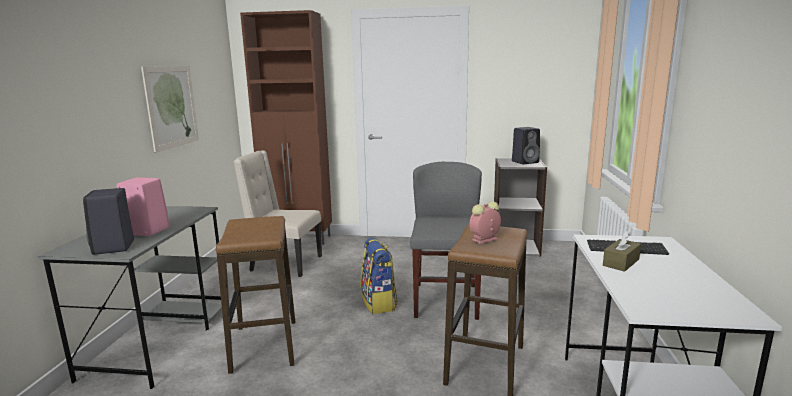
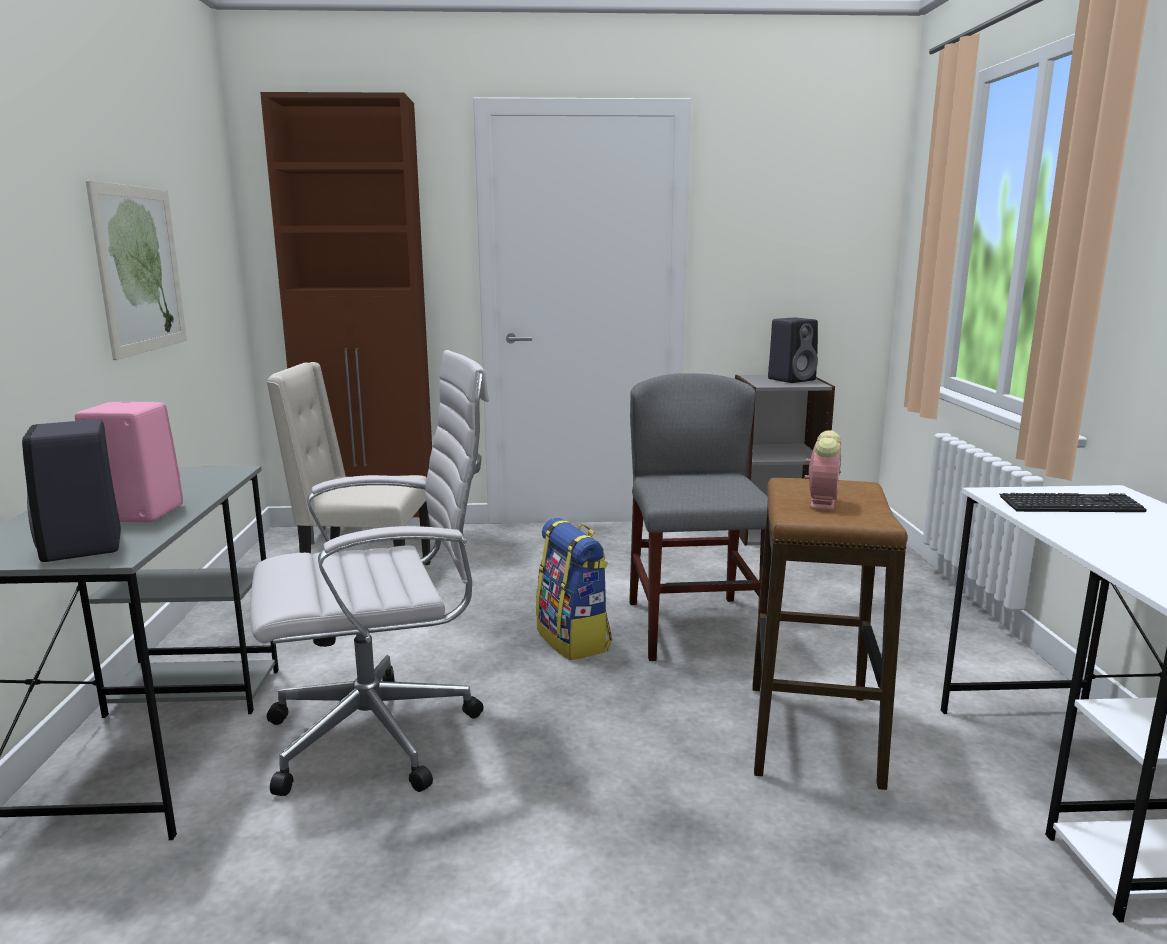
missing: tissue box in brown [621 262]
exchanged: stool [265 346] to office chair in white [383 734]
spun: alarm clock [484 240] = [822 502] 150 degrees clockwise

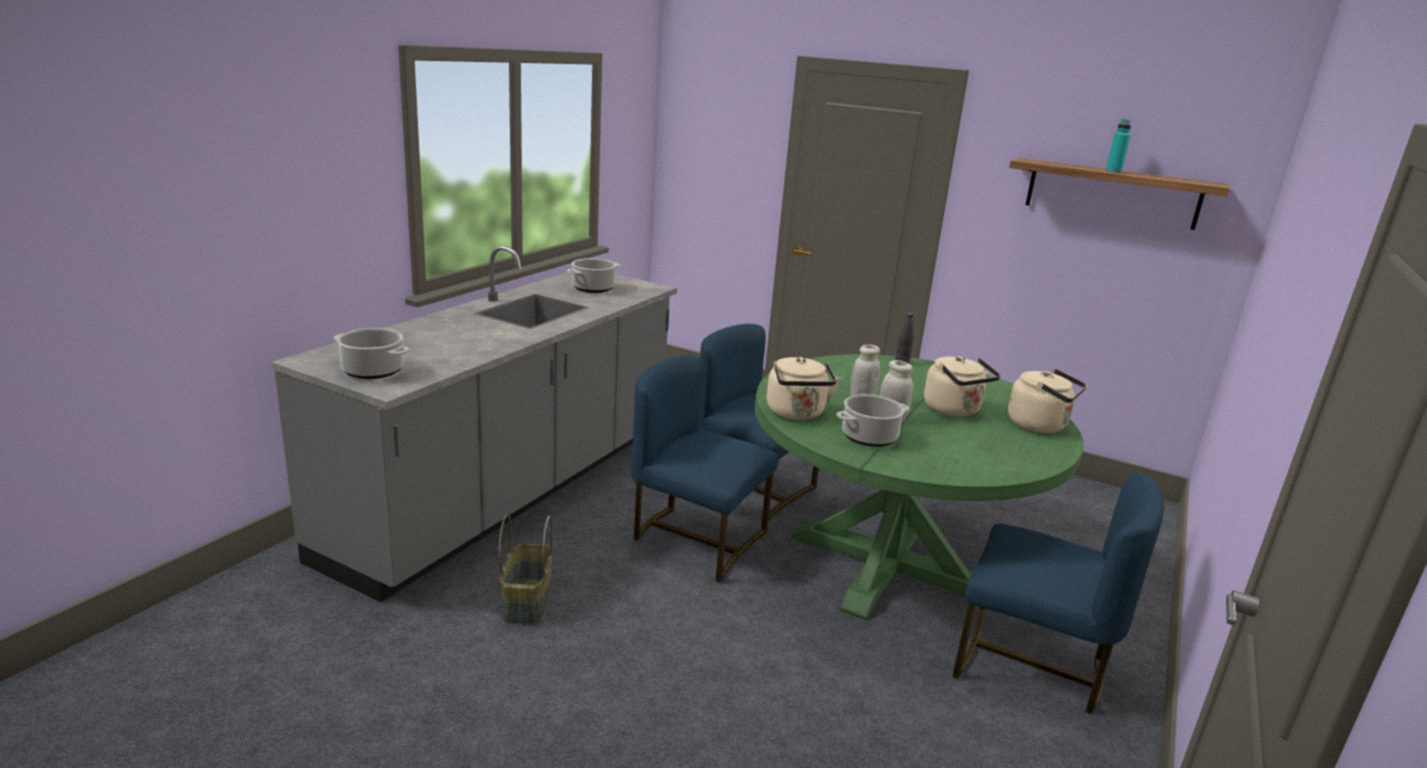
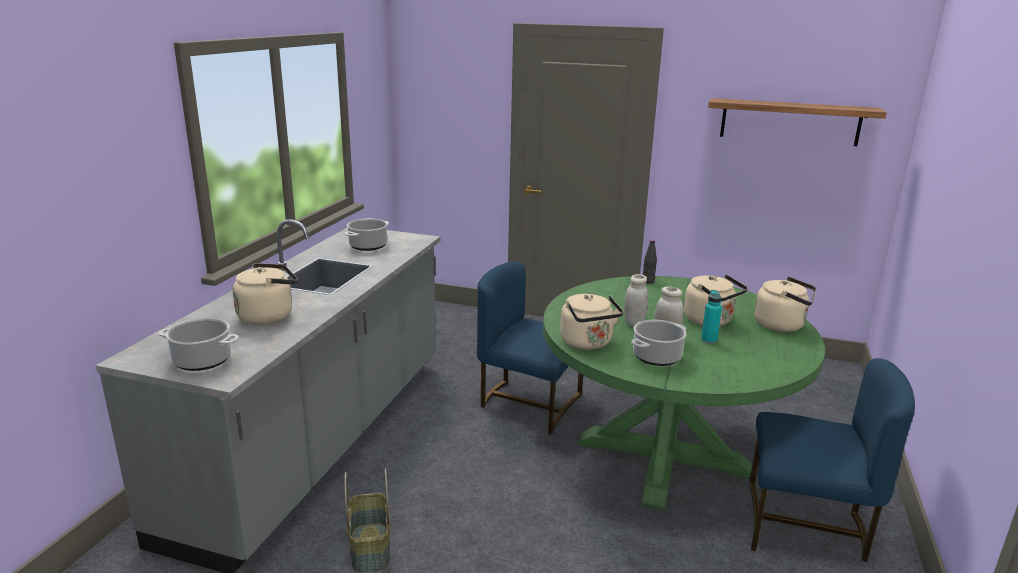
missing: chair in blue [696 539]
appeared: kettle in beige [269 316]
relocated: bottle in turquoise [1113 171] to [709 340]

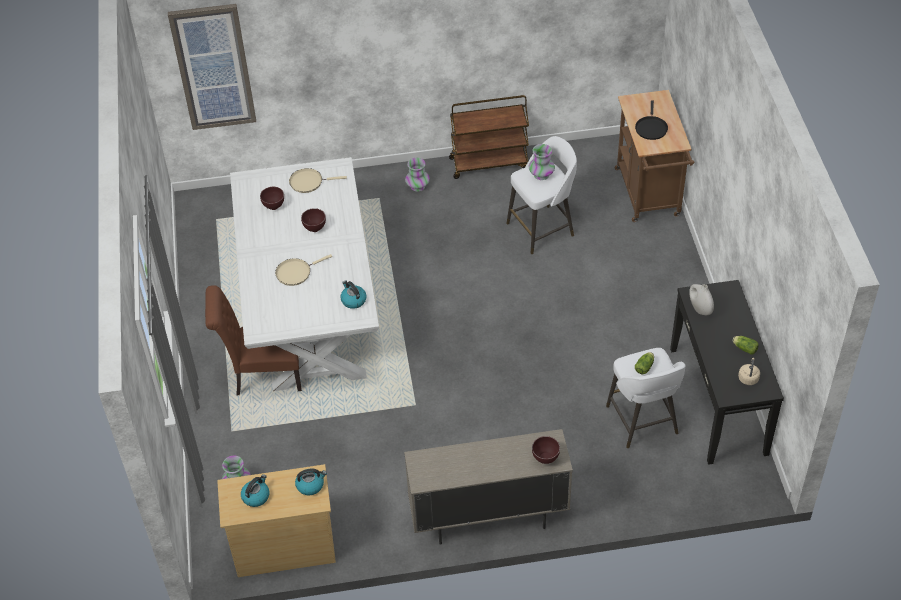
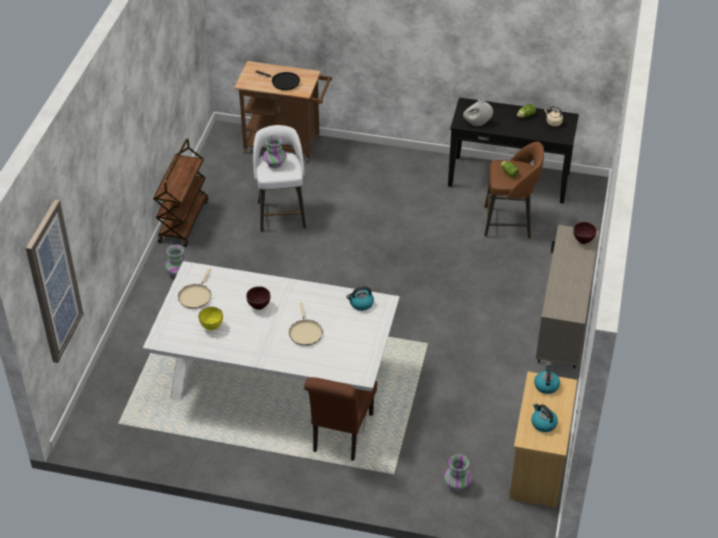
colour: bowl in brown [273 207] to bowl in yellow [212 328]; stool in white [642 421] to stool in brown [509 222]

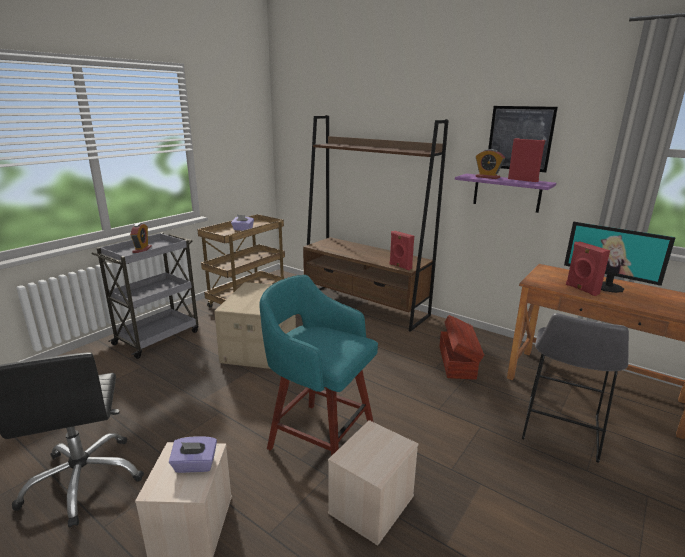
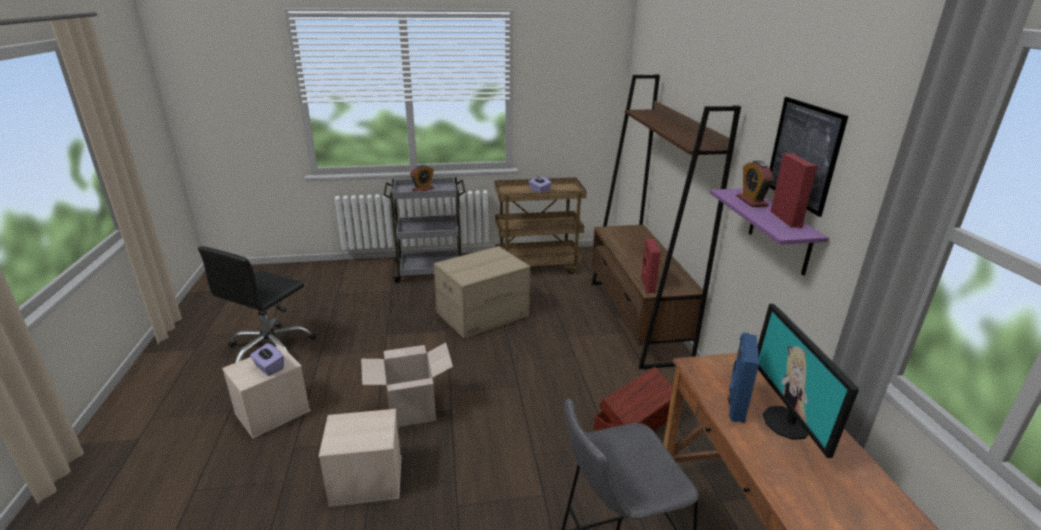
exchanged: stool in turquoise [319 437] to cardboard box [411 410]
colour: speaker in red [581 289] to speaker in blue [735 405]

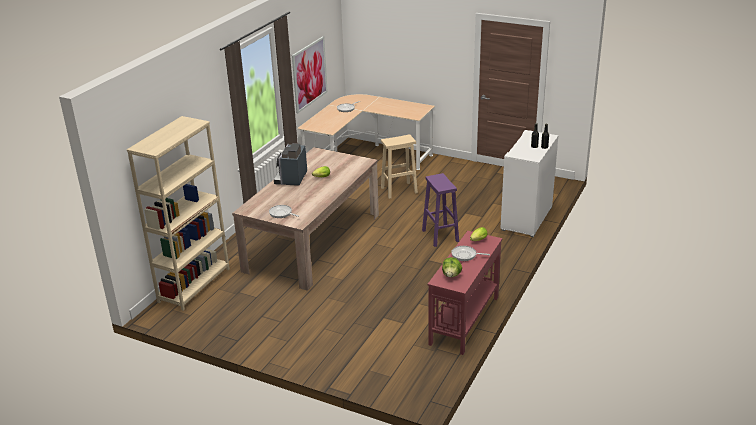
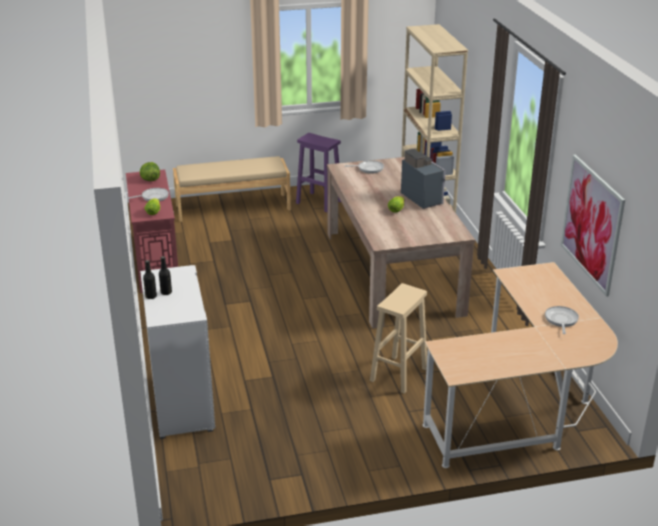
appeared: bench in beige [233 207]
relocated: stool in purple [440 236] to [318 202]

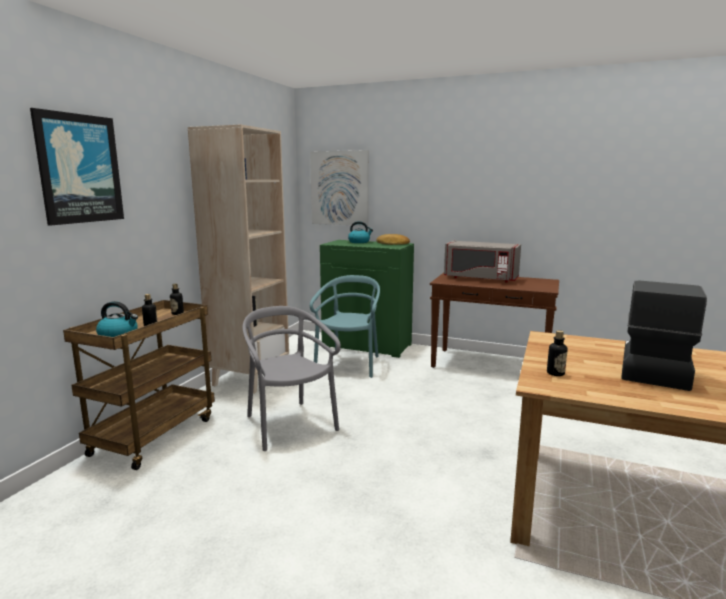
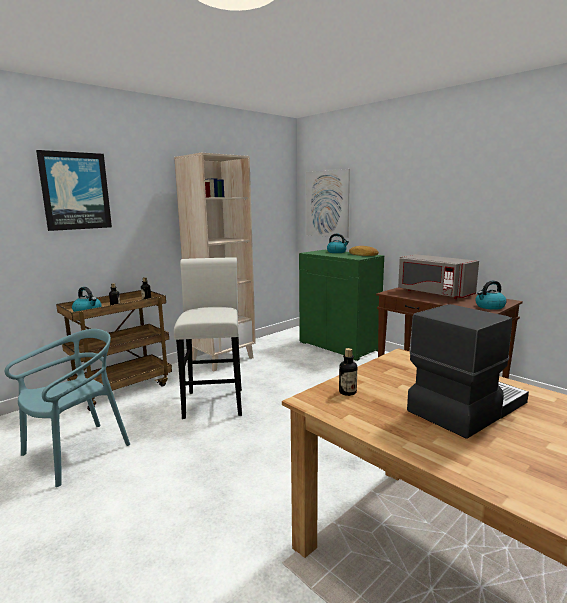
appeared: kettle [489 307]
relocated: chair in turquoise [349 365] to [76 452]
exchanged: chair in grey [289 425] to stool in white [214 400]

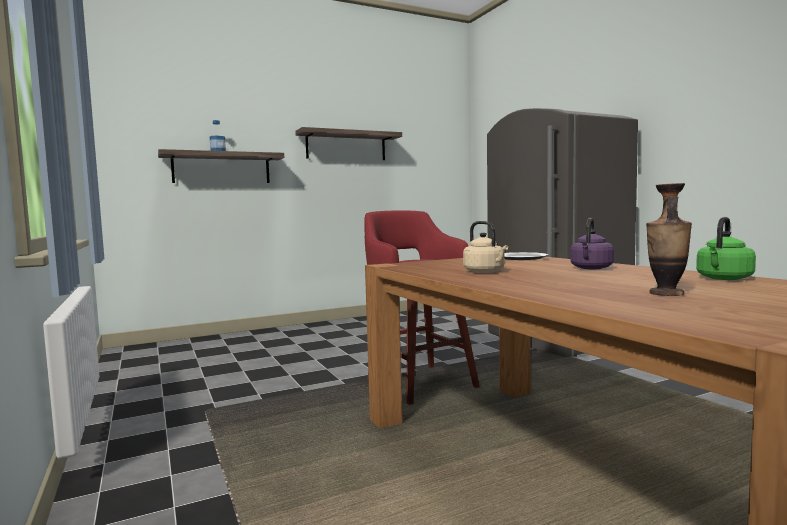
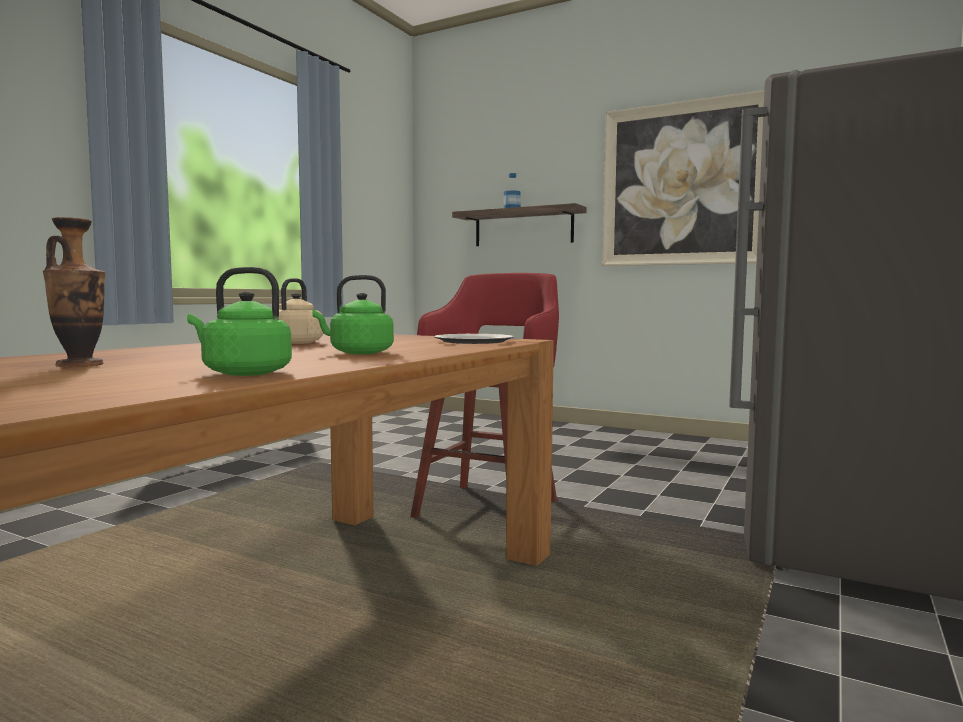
exchanged: shelf [346 146] to picture [682 184]
colour: kettle in purple [591 268] to kettle in green [358 353]

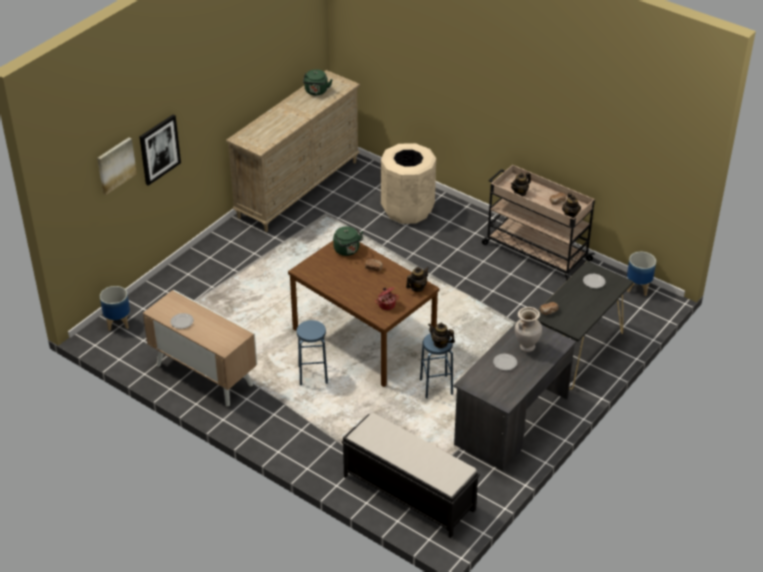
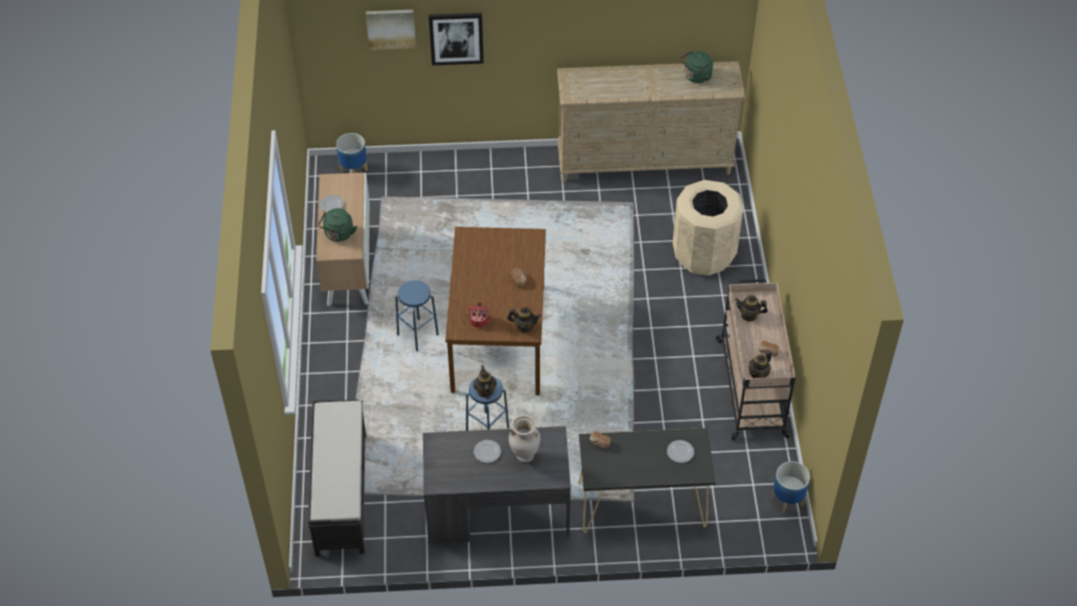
relocated: kettle in green [347 250] to [338 235]

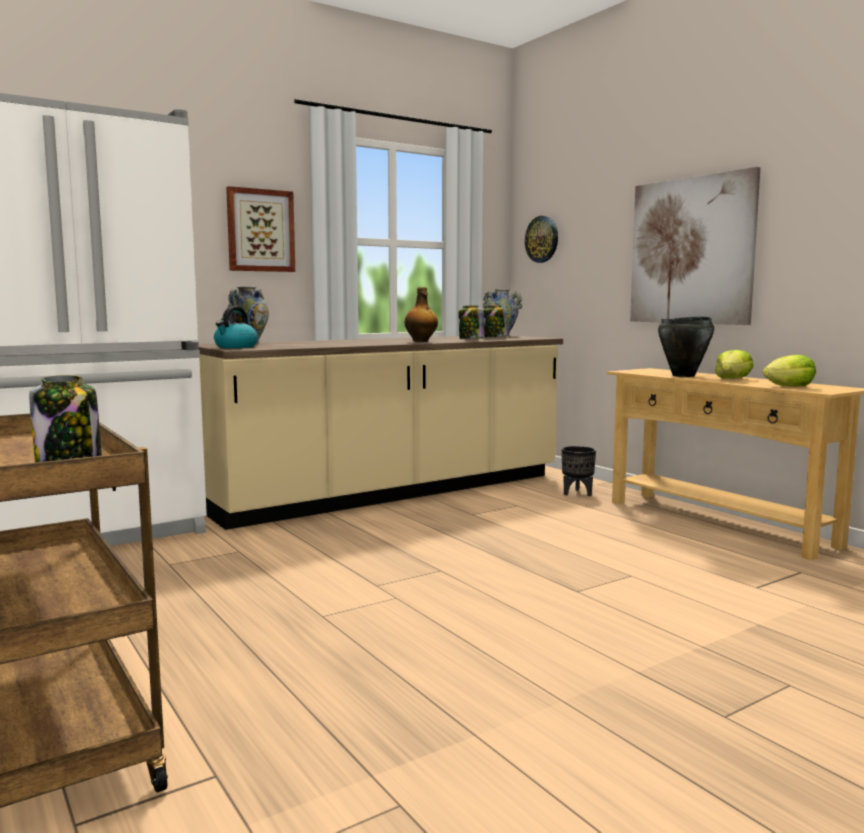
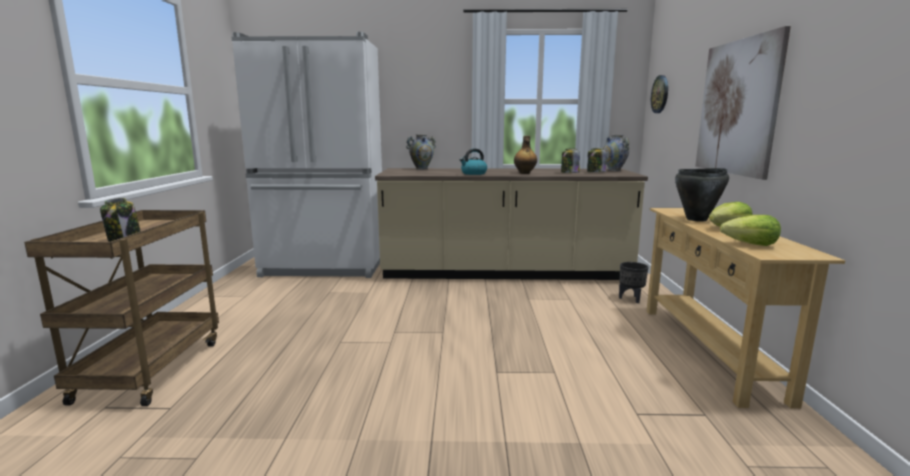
missing: picture [260 230]
relocated: kettle [235 347] to [473 173]

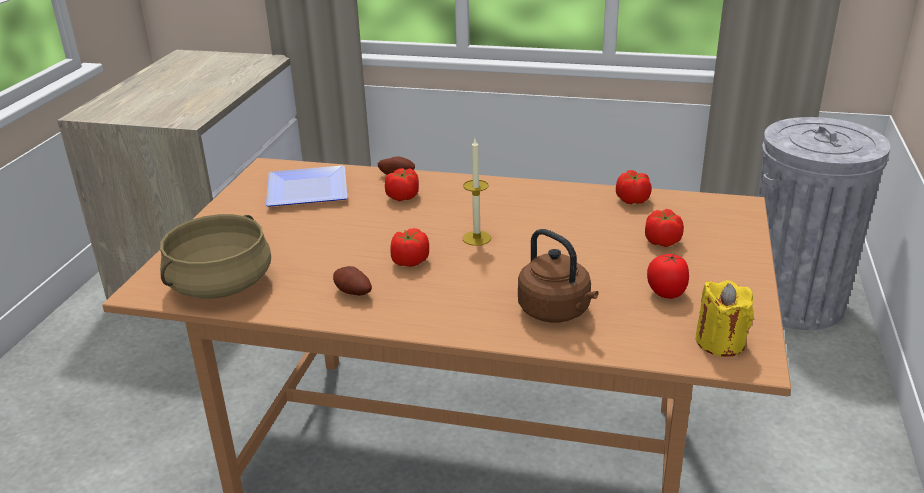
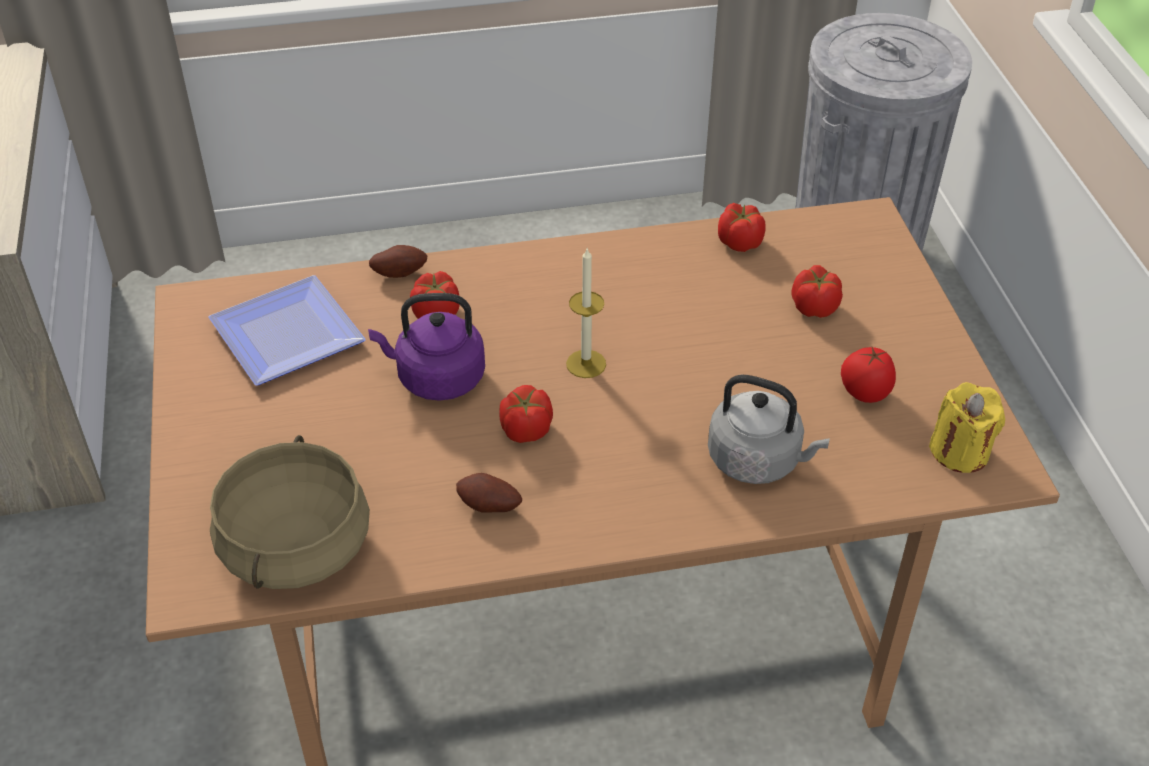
appeared: kettle in purple [436 378]
colour: kettle in brown [556 312] to kettle in grey [758 460]

